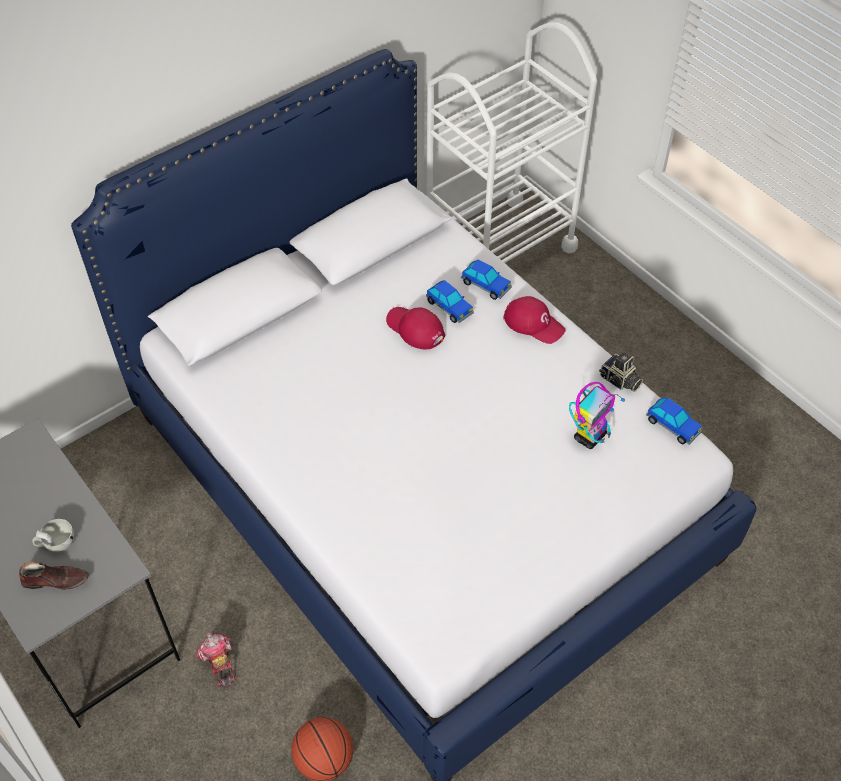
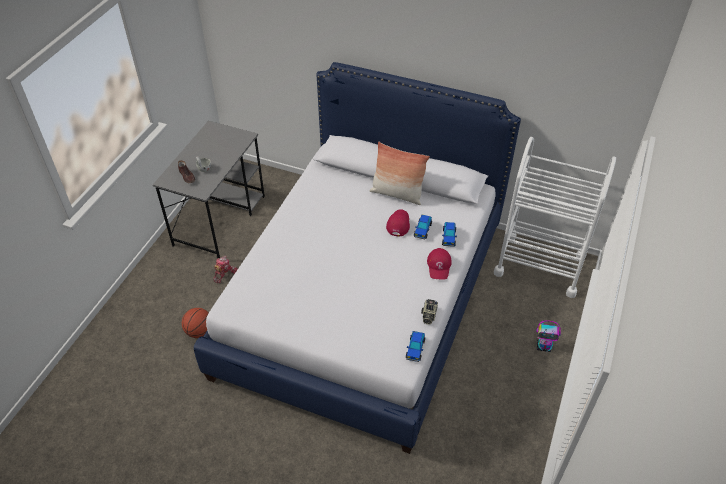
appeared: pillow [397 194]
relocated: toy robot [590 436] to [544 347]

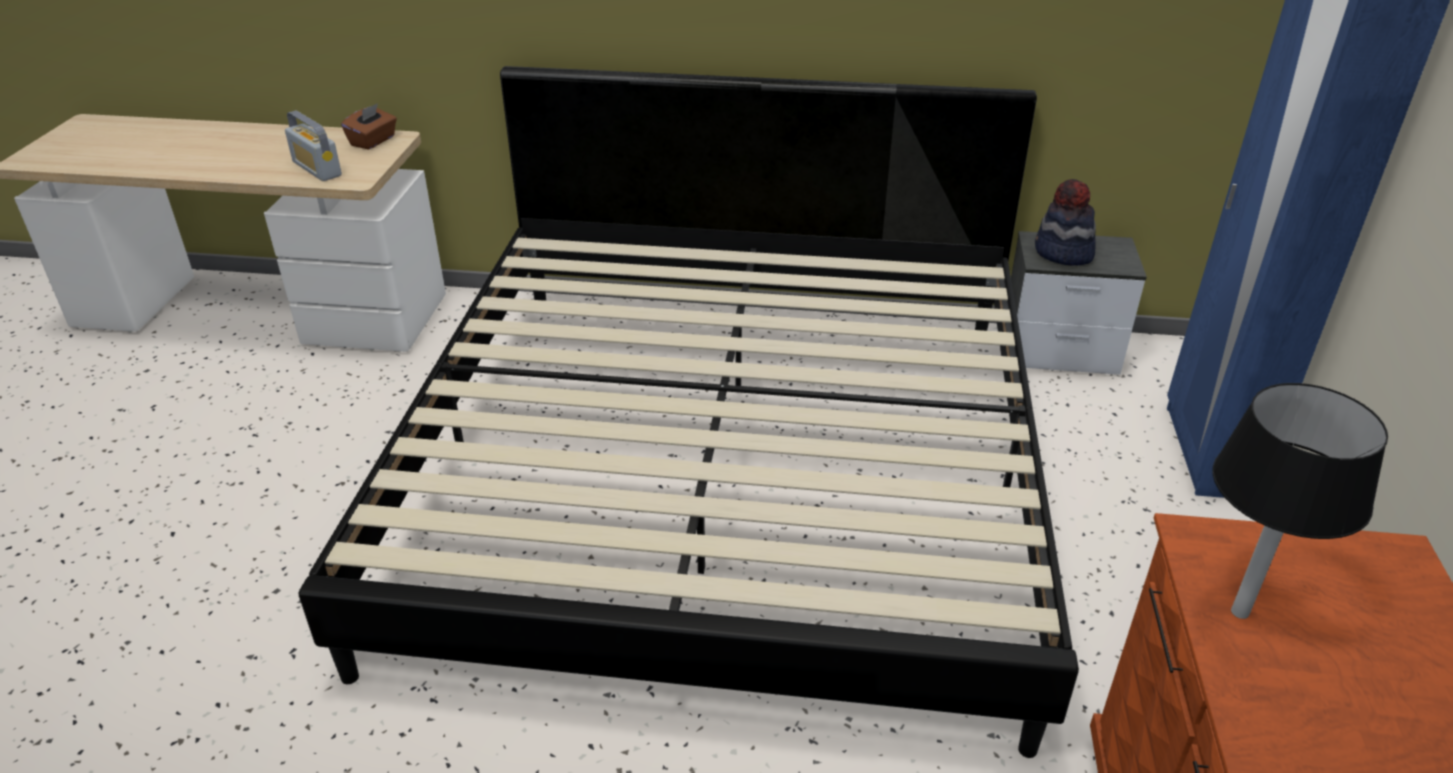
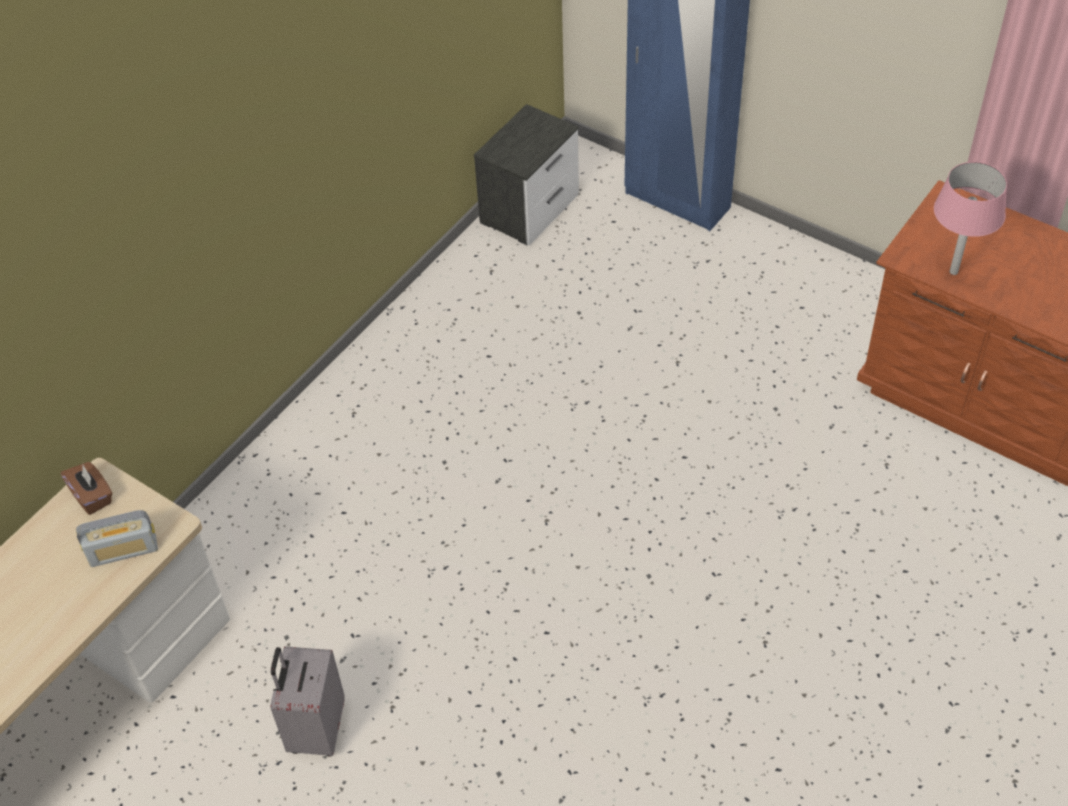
missing: bed [726 470]; hat [1063 253]
appeared: suitcase in grey [315 729]
colour: table lamp in black [1239 612] to table lamp in pink [953 272]

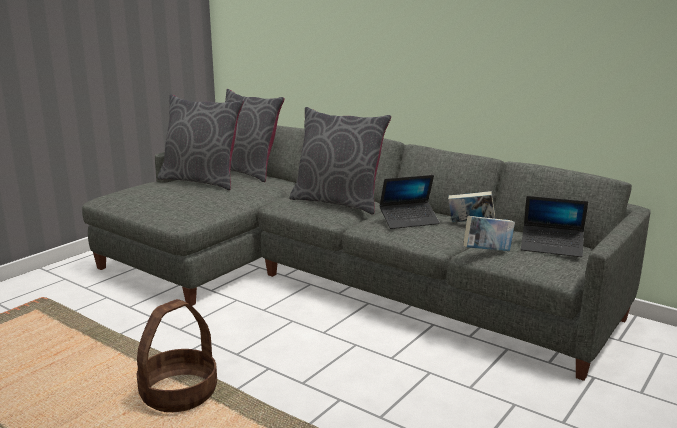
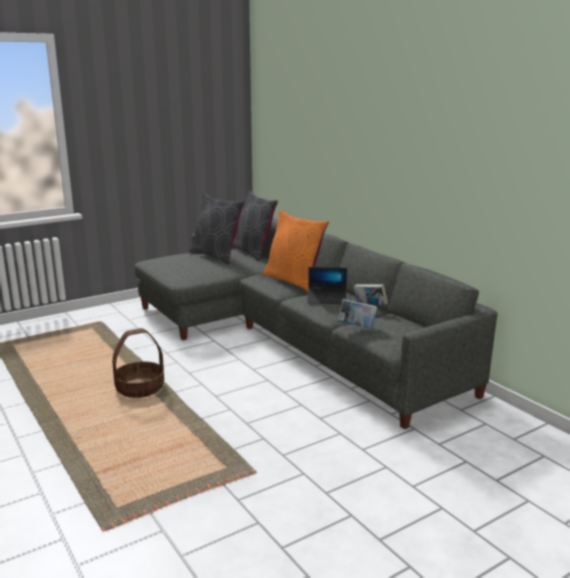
missing: laptop [551 247]
colour: pillow in grey [338 202] to pillow in orange [293 281]

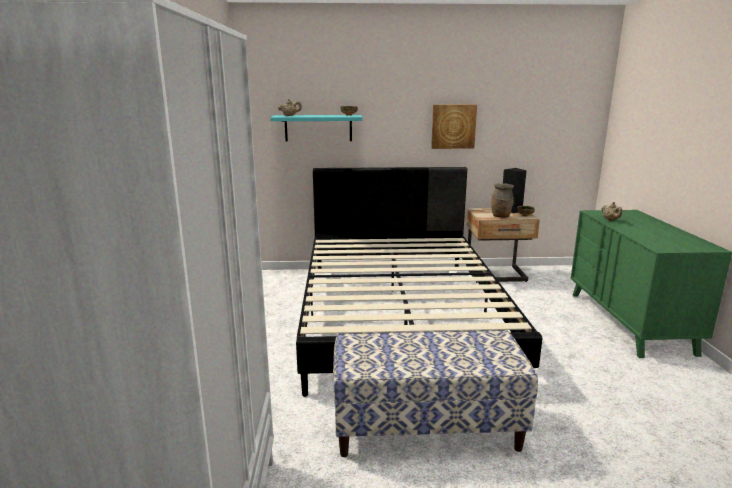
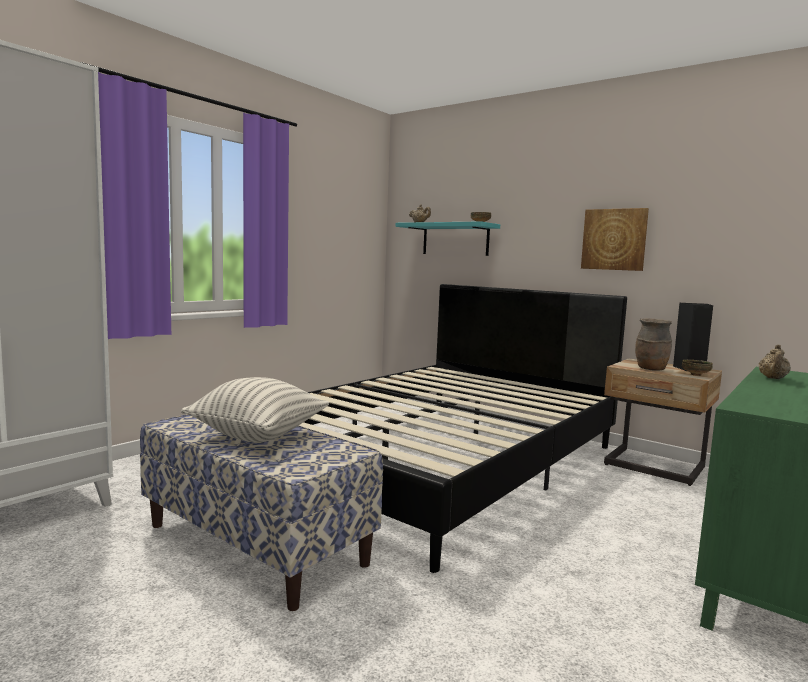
appeared: pillow [258 435]

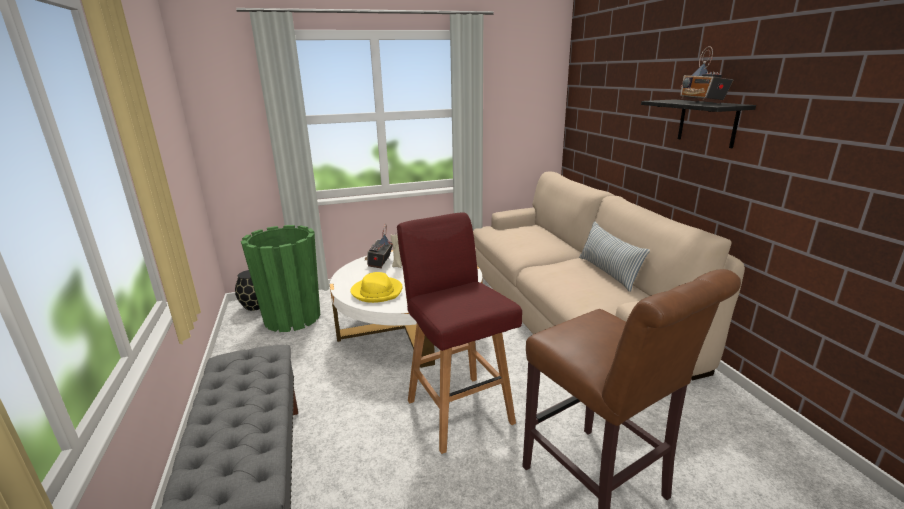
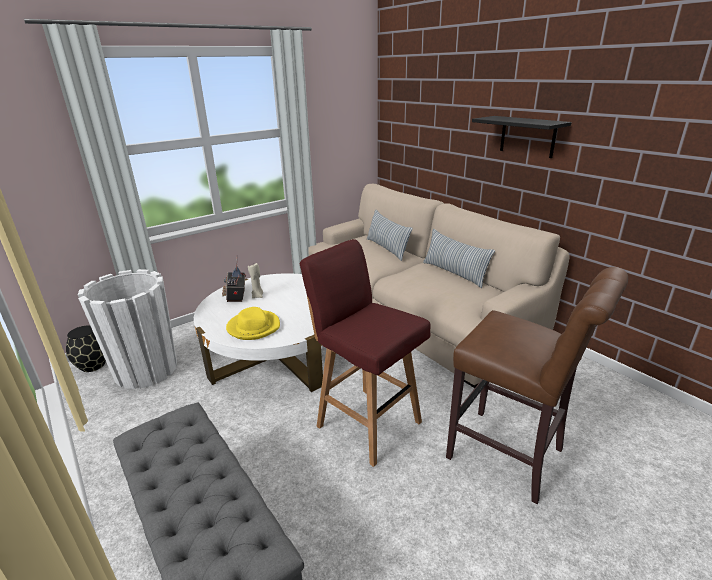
missing: radio [701 102]
appeared: pillow [387 248]
colour: planter in green [292 318] to planter in white [146 370]

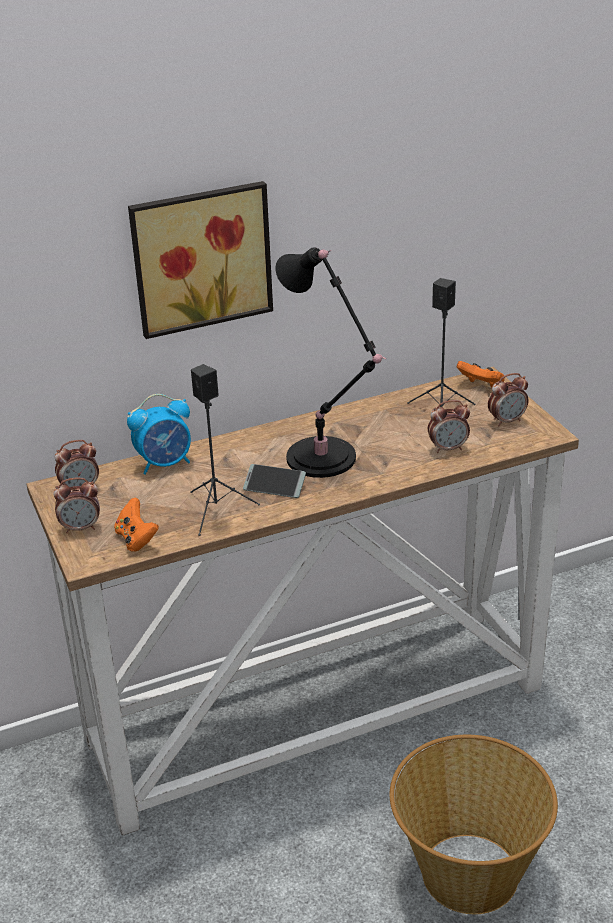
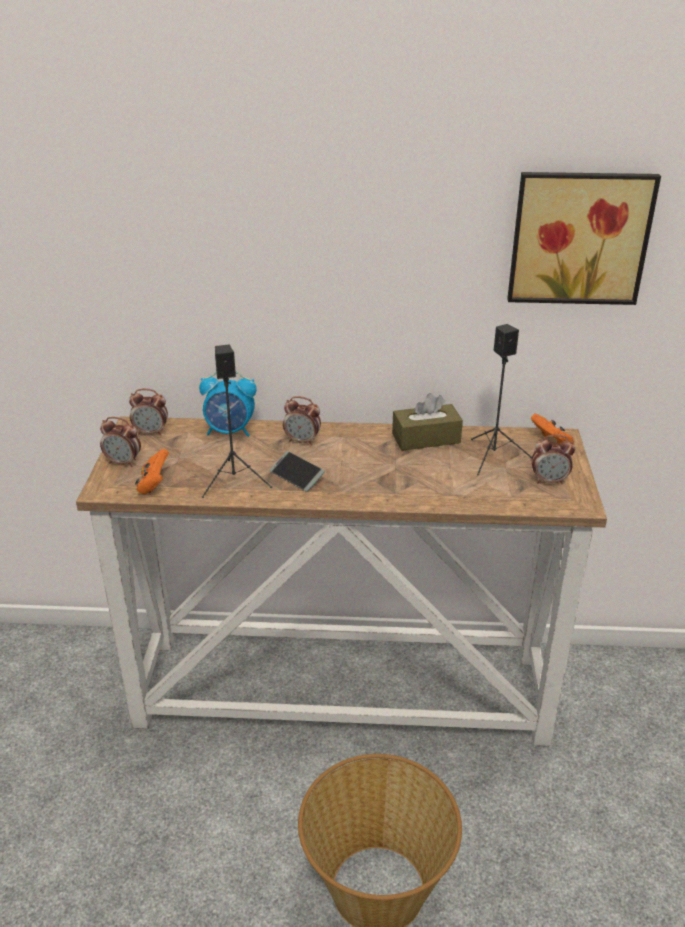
missing: table lamp in black [325 460]
appeared: tissue box in brown [426 438]
relocated: picture [200 257] to [578 237]; alarm clock [448 448] to [302 441]

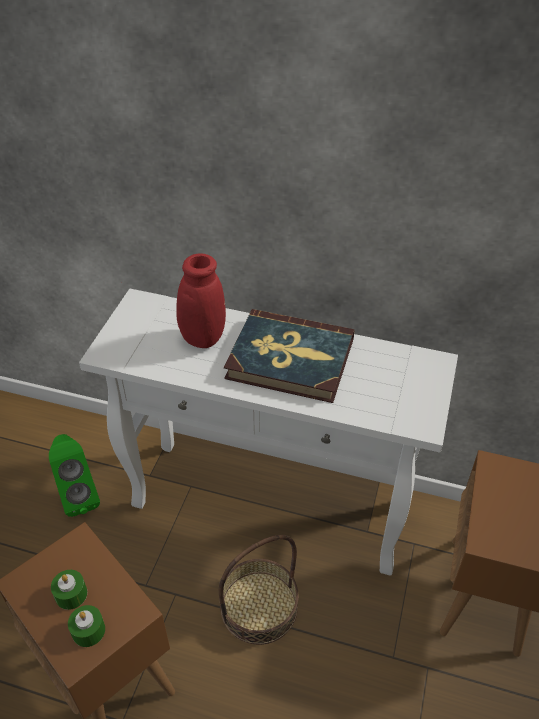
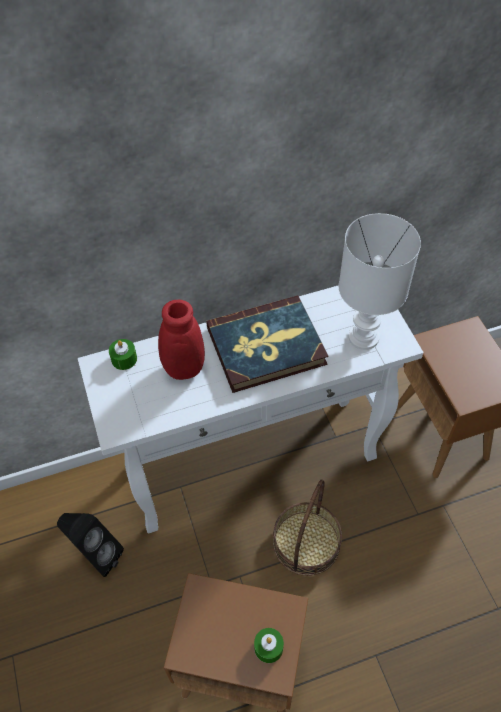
appeared: table lamp in white [365 337]
relocated: candle in green [71 594] to [124 359]
colour: speaker in green [79 496] to speaker in black [95 555]

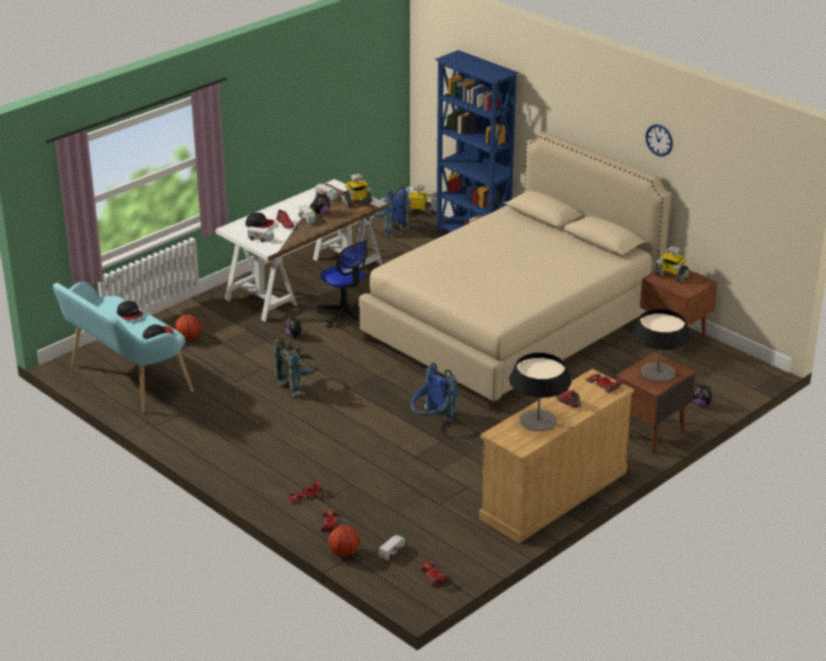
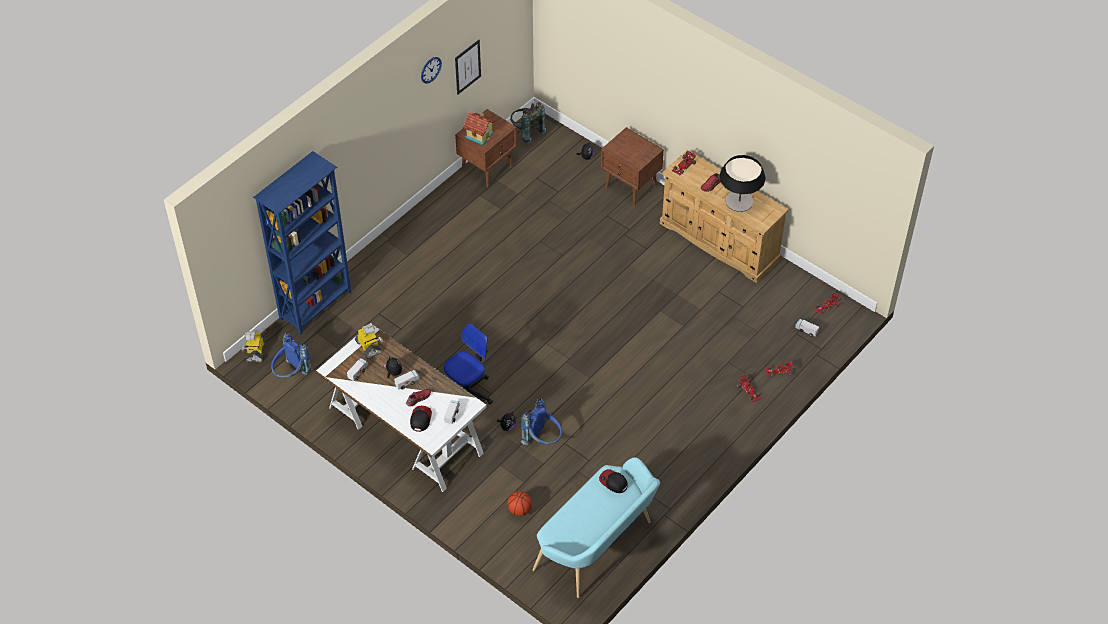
missing: bed in beige [511 327]; cap [130 314]; table lamp [658 372]; basketball [344 553]
appeared: picture [467 67]
relocated: backpack in grey [299 384] to [526 132]; backpack in blue [432 420] to [543 440]
exchanged: toy robot [671 276] to toy house [479 135]

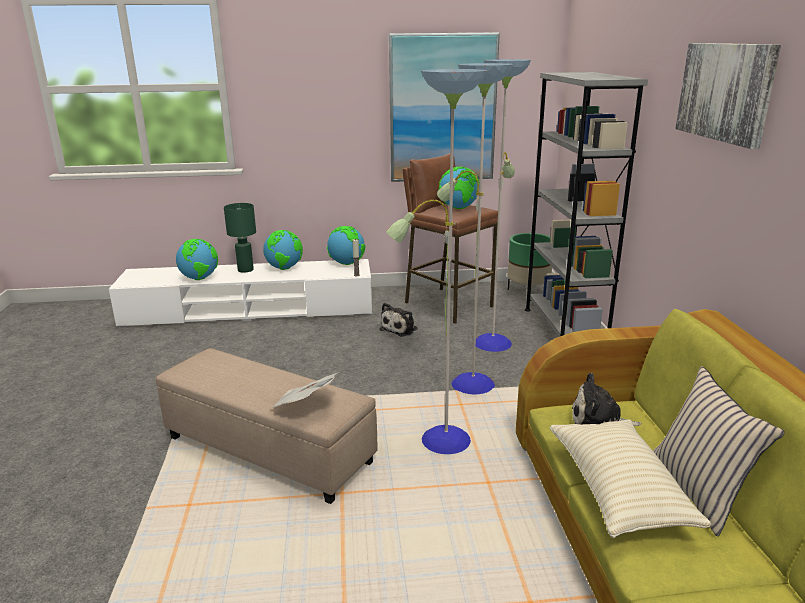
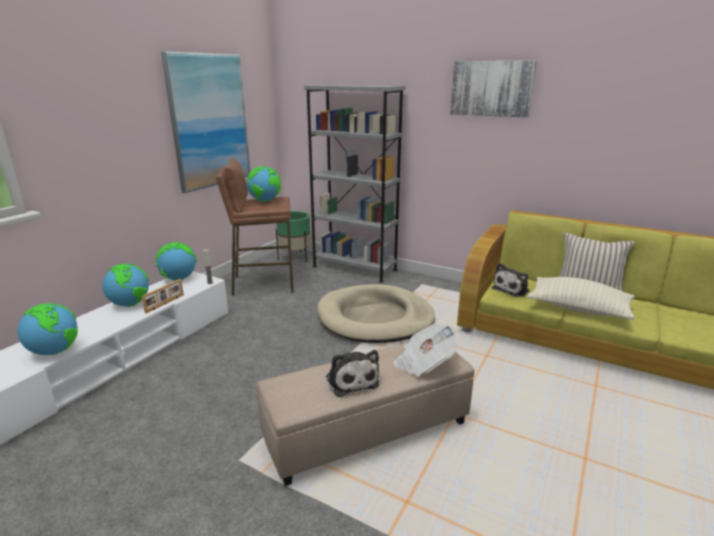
missing: table lamp in green [245 270]
appeared: picture frame [165 304]
relocated: plush toy [400 329] to [351 380]
exchanged: floor lamp [469 383] to dog bed in beige [375 318]

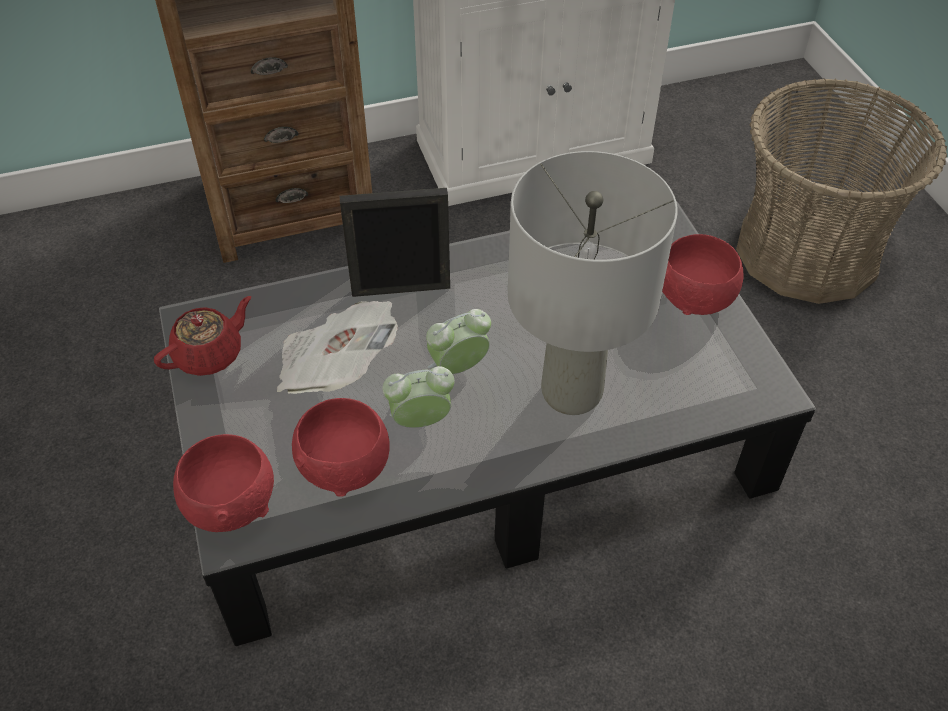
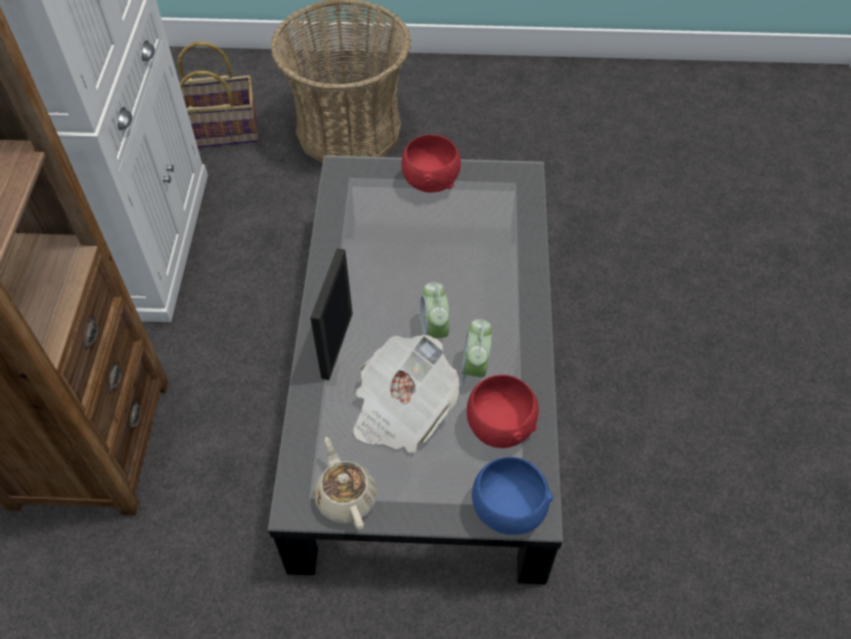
missing: table lamp in grey [571 391]
appeared: basket [218 130]
colour: teapot in red [210 354] to teapot in beige [346 497]; bowl in red [232 504] to bowl in blue [506 509]

